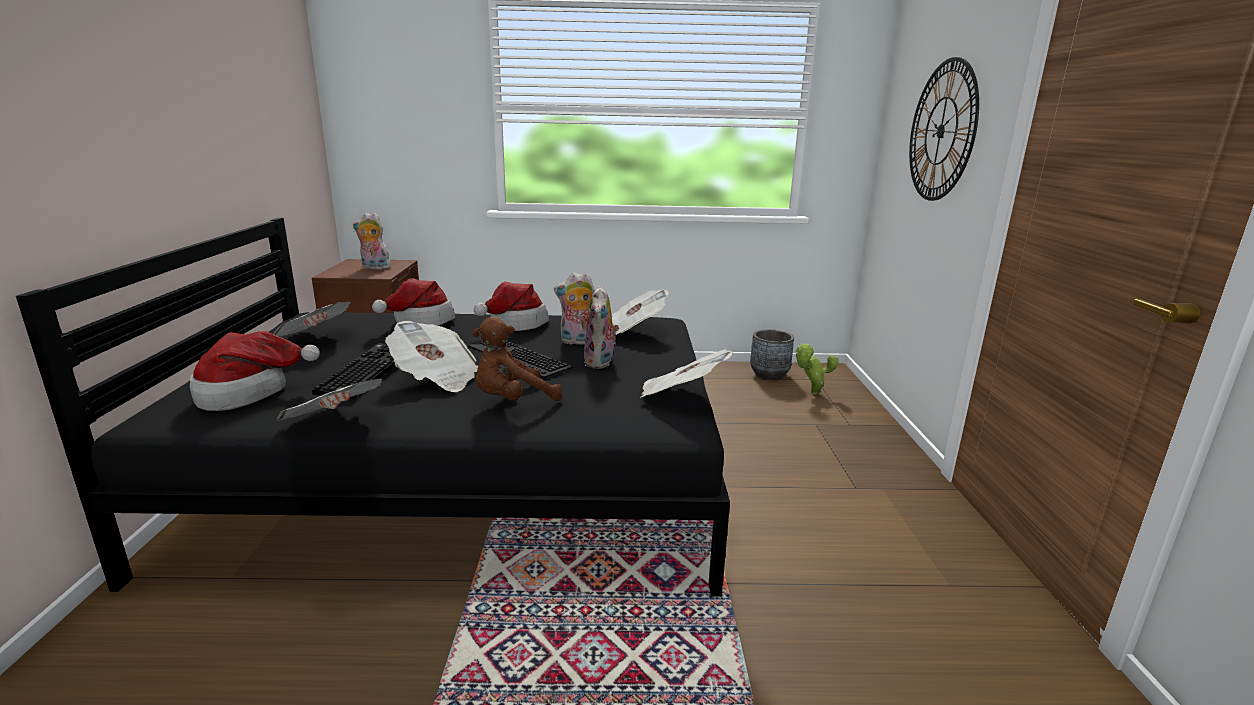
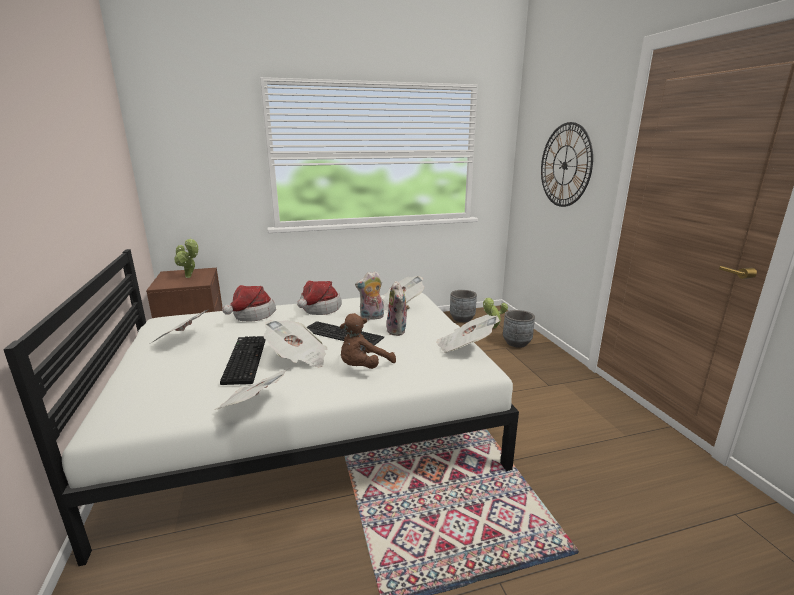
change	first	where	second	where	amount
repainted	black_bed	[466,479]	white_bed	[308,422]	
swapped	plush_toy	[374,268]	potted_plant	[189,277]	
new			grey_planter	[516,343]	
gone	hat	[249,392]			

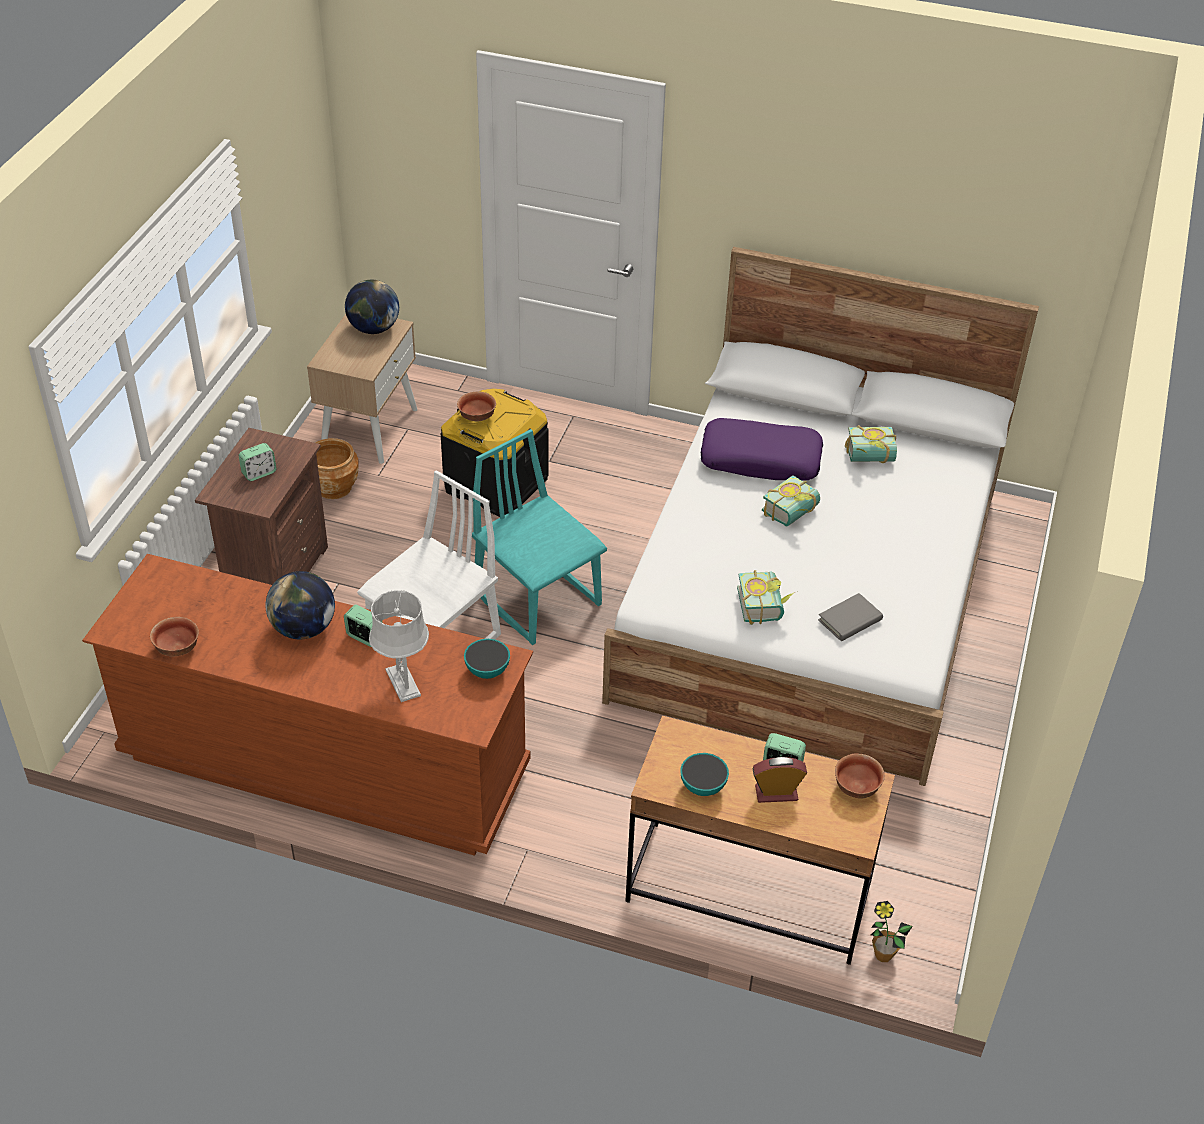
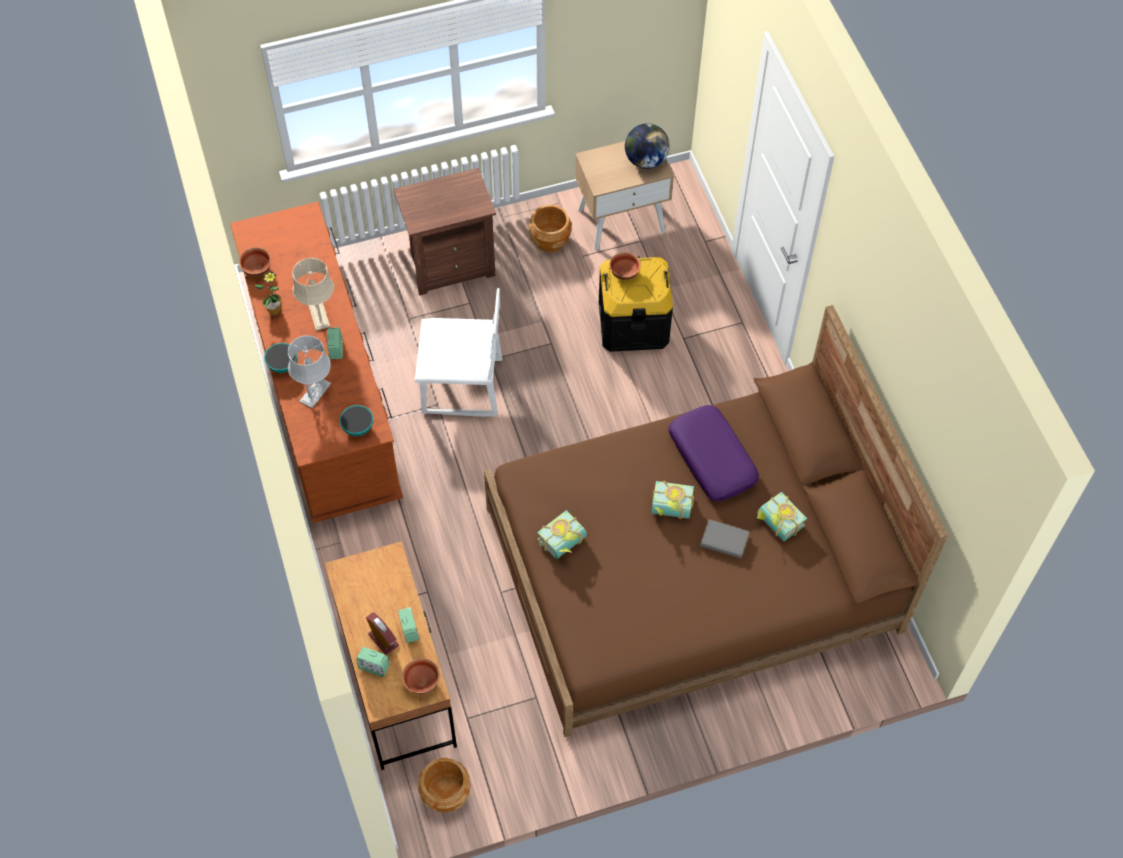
change	first	where	second	where	amount
shifted	potted_plant	[883,955]		[274,310]	
shifted	bowl	[703,786]		[282,365]	
swapped	globe	[304,628]	beige_table_lamp	[319,316]	
shifted	alarm_clock	[259,473]		[374,667]	
new			brown_planter	[445,793]	
repainted	white_bed	[811,592]	brown_bed	[692,570]	
shifted	grey_book	[850,620]		[724,540]	
gone	turquoise_chair	[538,598]			

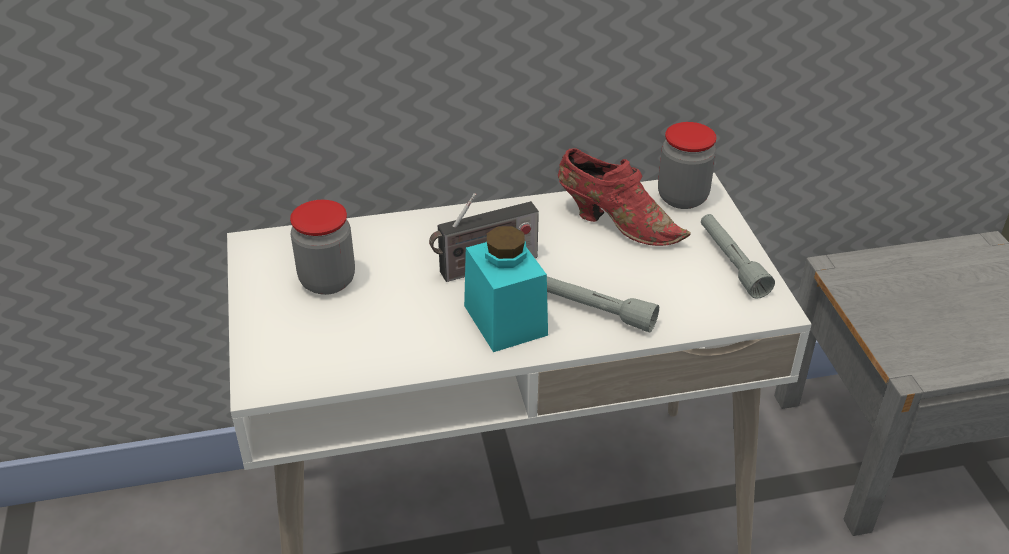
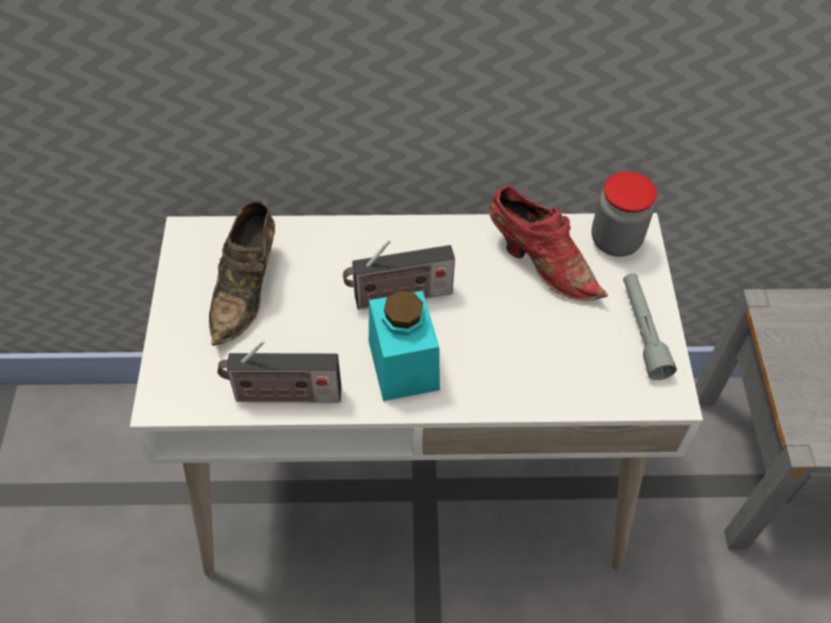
change	first	where	second	where	amount
swapped	jar	[327,281]	brown_shoe	[247,289]	
new			radio	[283,395]	
gone	grey_flashlight	[596,311]			

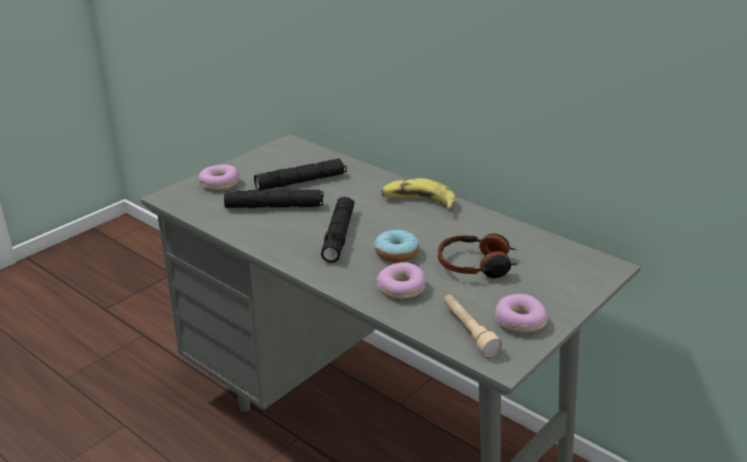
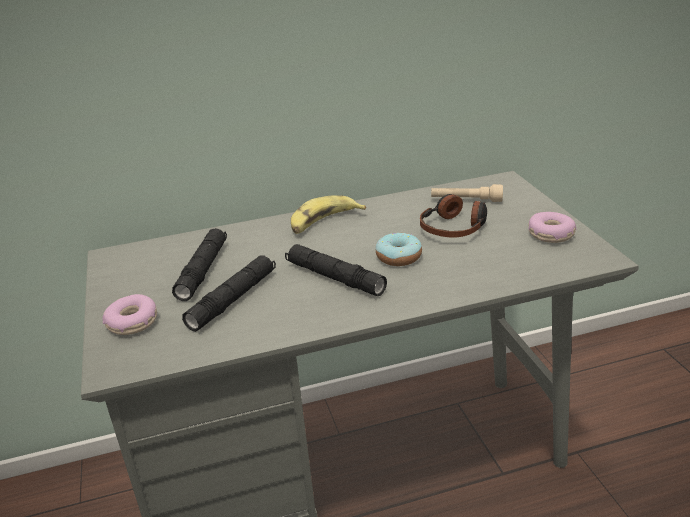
change	first	where	second	where	amount
shifted	beige_flashlight	[468,331]		[466,200]	
gone	donut	[401,288]			

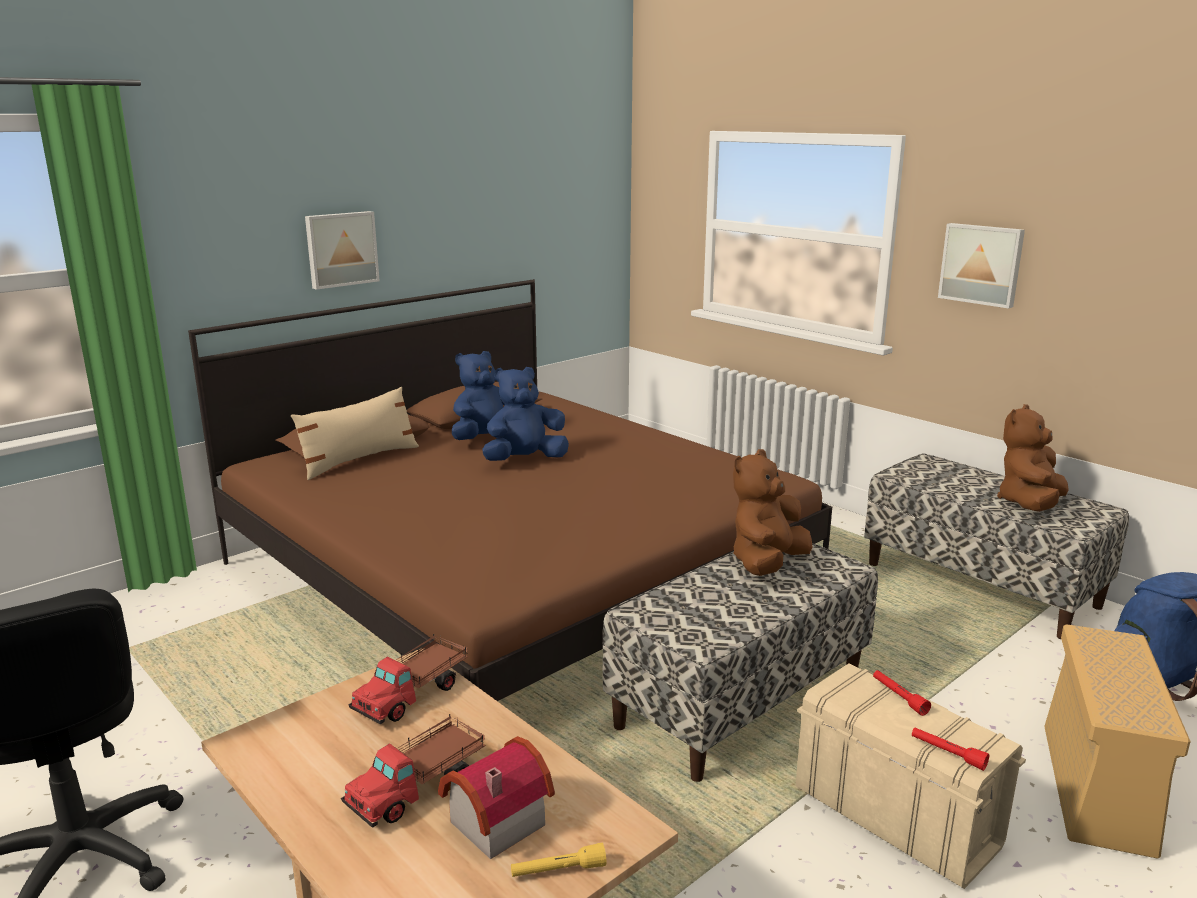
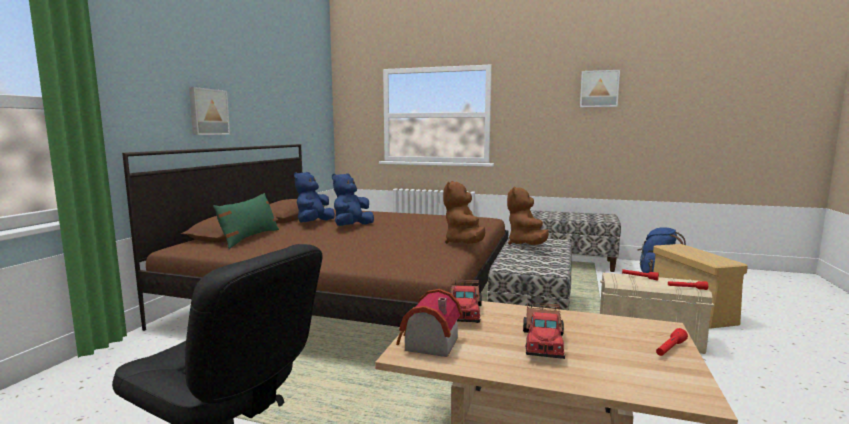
change	first	where	second	where	amount
repainted	beige_pillow	[359,460]	green_pillow	[249,238]	
shifted	toy_house	[492,821]		[427,344]	
shifted	brown_plush_toy	[1029,504]		[465,244]	
shifted	picture	[981,264]		[599,89]	
repainted	yellow_flashlight	[558,871]	red_flashlight	[670,349]	

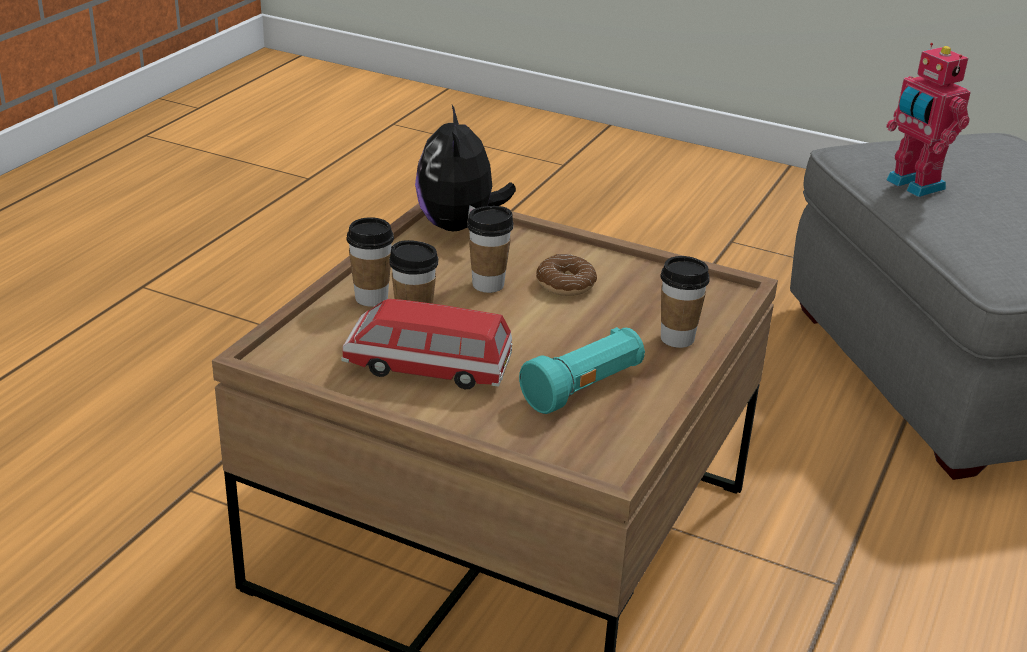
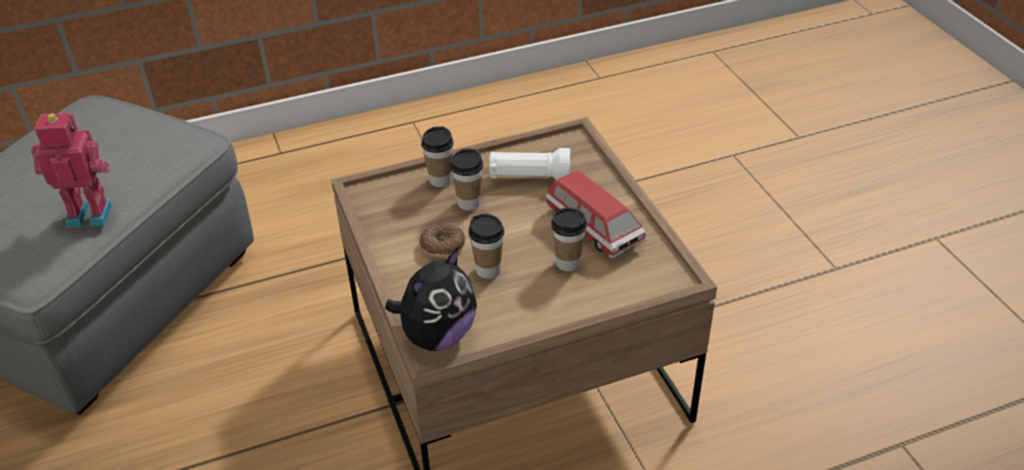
change	first	where	second	where	amount
rotated	toy_robot	[912,185]		[90,213]	105 degrees counterclockwise
shifted	cup	[371,298]		[469,203]	
repainted	turquoise_flashlight	[584,388]	white_flashlight	[529,177]	

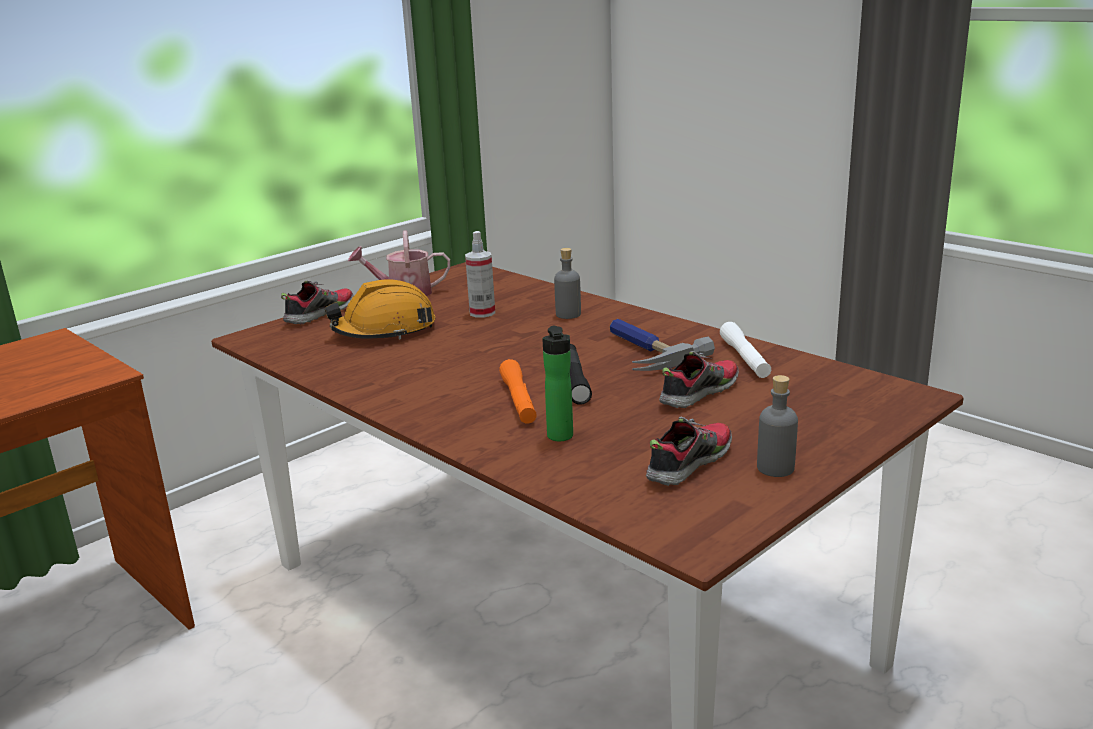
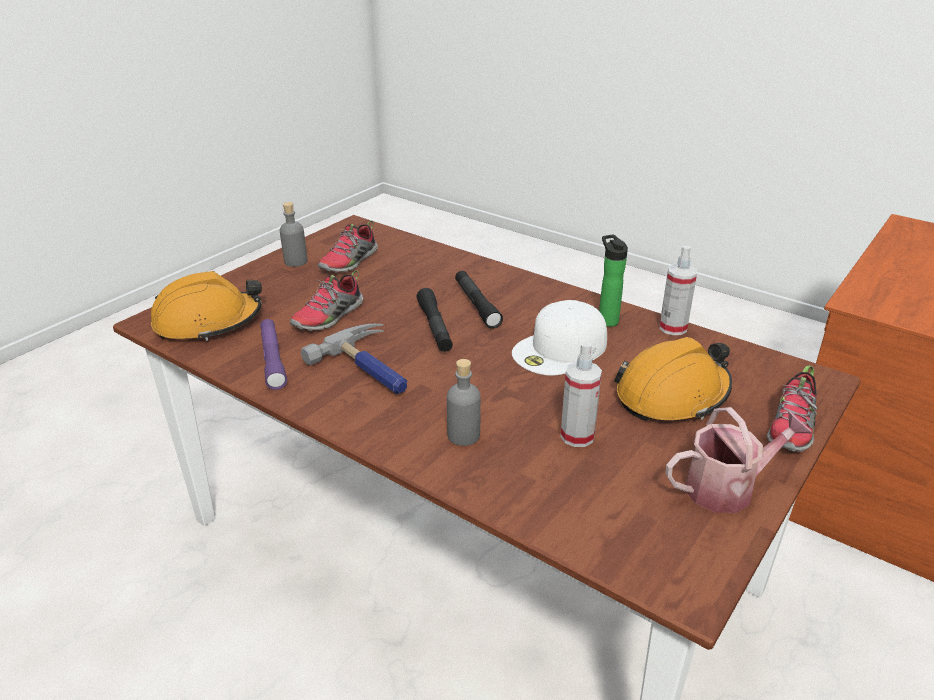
change	first	where	second	where	amount
new			orange_hard_hat	[208,322]	
repainted	white_flashlight	[745,359]	purple_flashlight	[272,360]	
repainted	orange_flashlight	[518,401]	black_flashlight	[476,305]	
new			white_cap	[560,349]	
shifted	bottle	[561,438]		[606,320]	
new			spray_bottle	[673,328]	

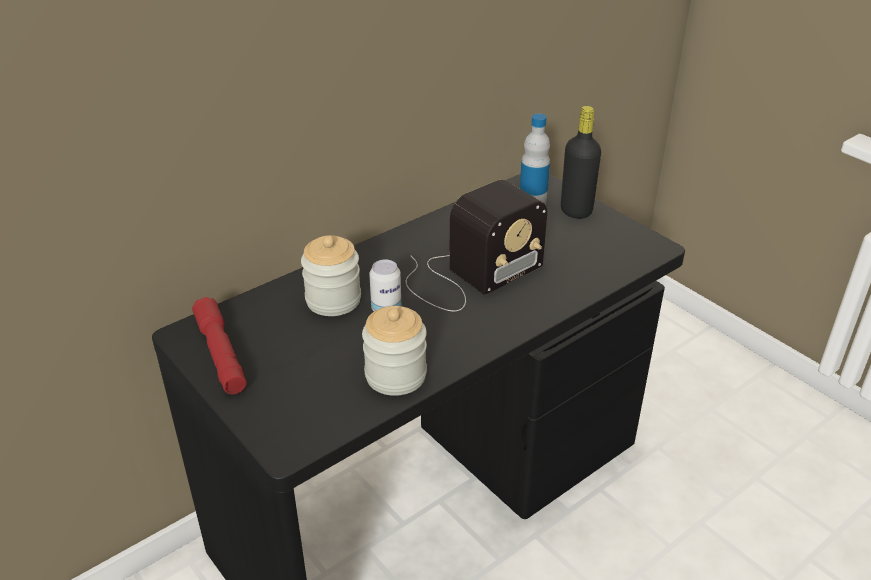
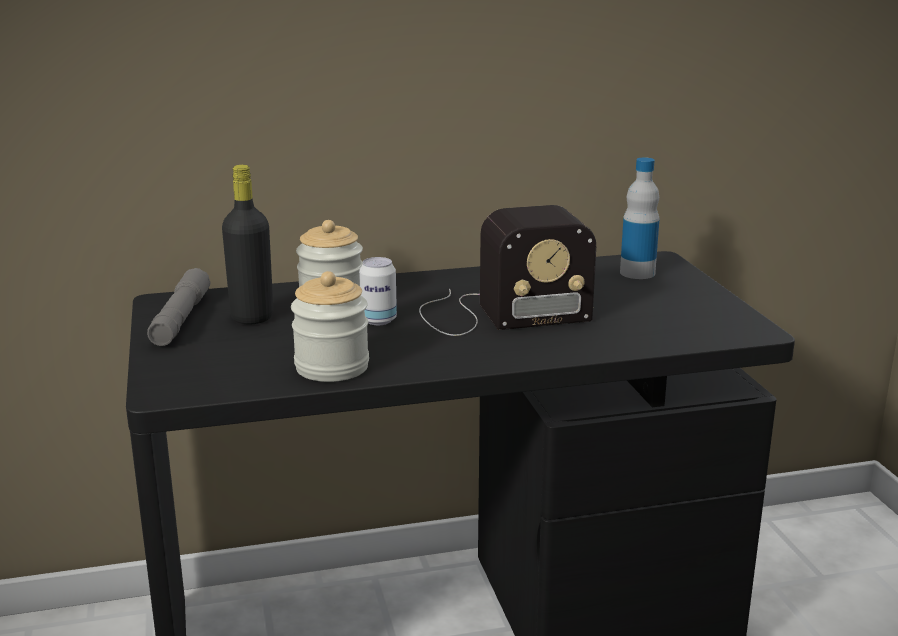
change	first	where	second	where	amount
repainted	red_flashlight	[221,354]	grey_flashlight	[180,319]	
shifted	black_bottle	[576,211]		[252,317]	

